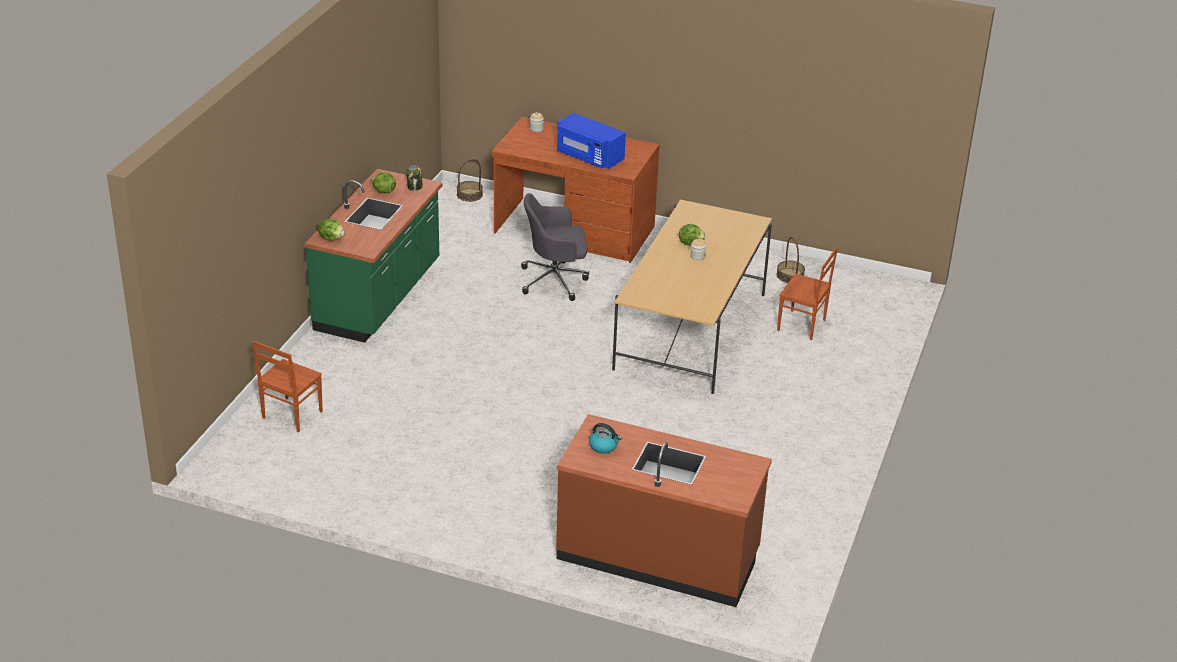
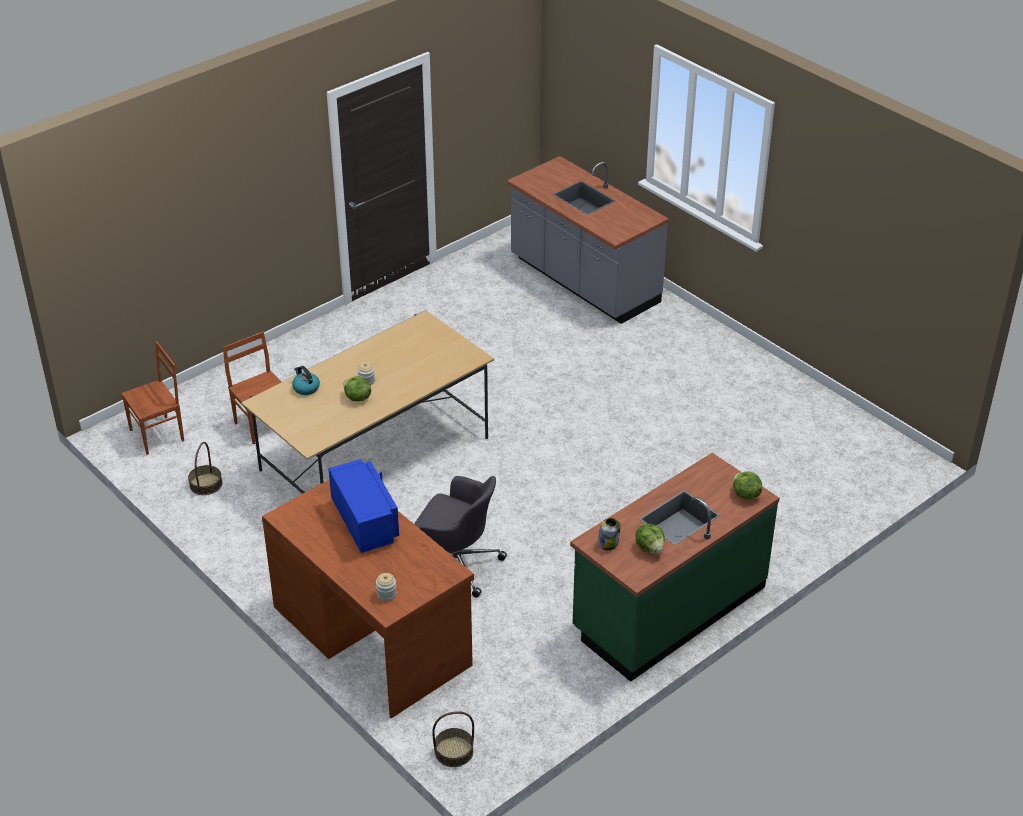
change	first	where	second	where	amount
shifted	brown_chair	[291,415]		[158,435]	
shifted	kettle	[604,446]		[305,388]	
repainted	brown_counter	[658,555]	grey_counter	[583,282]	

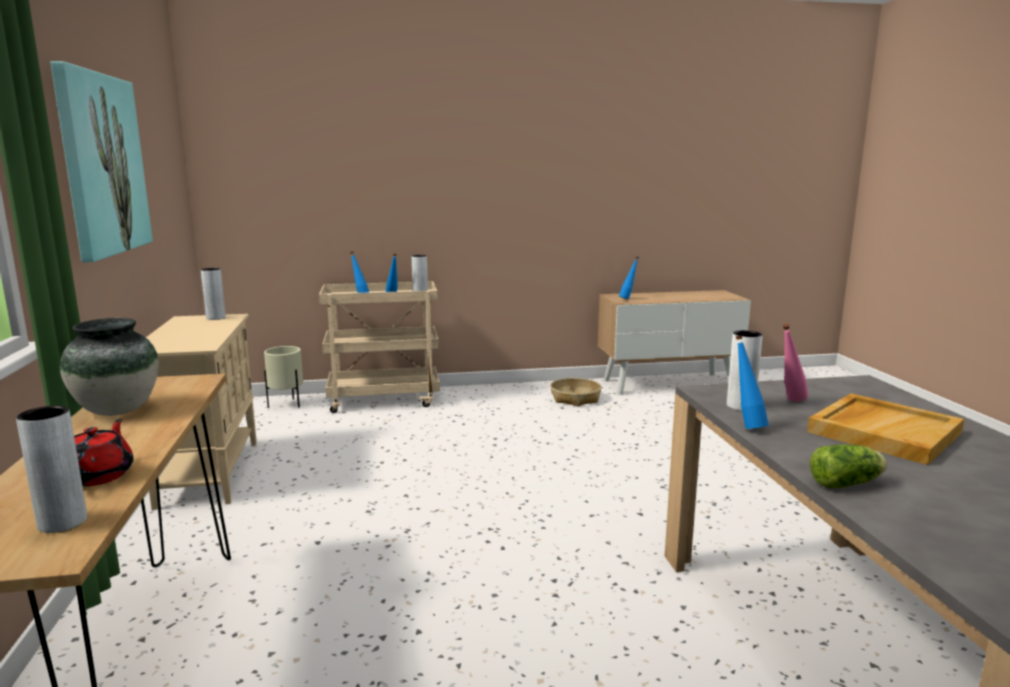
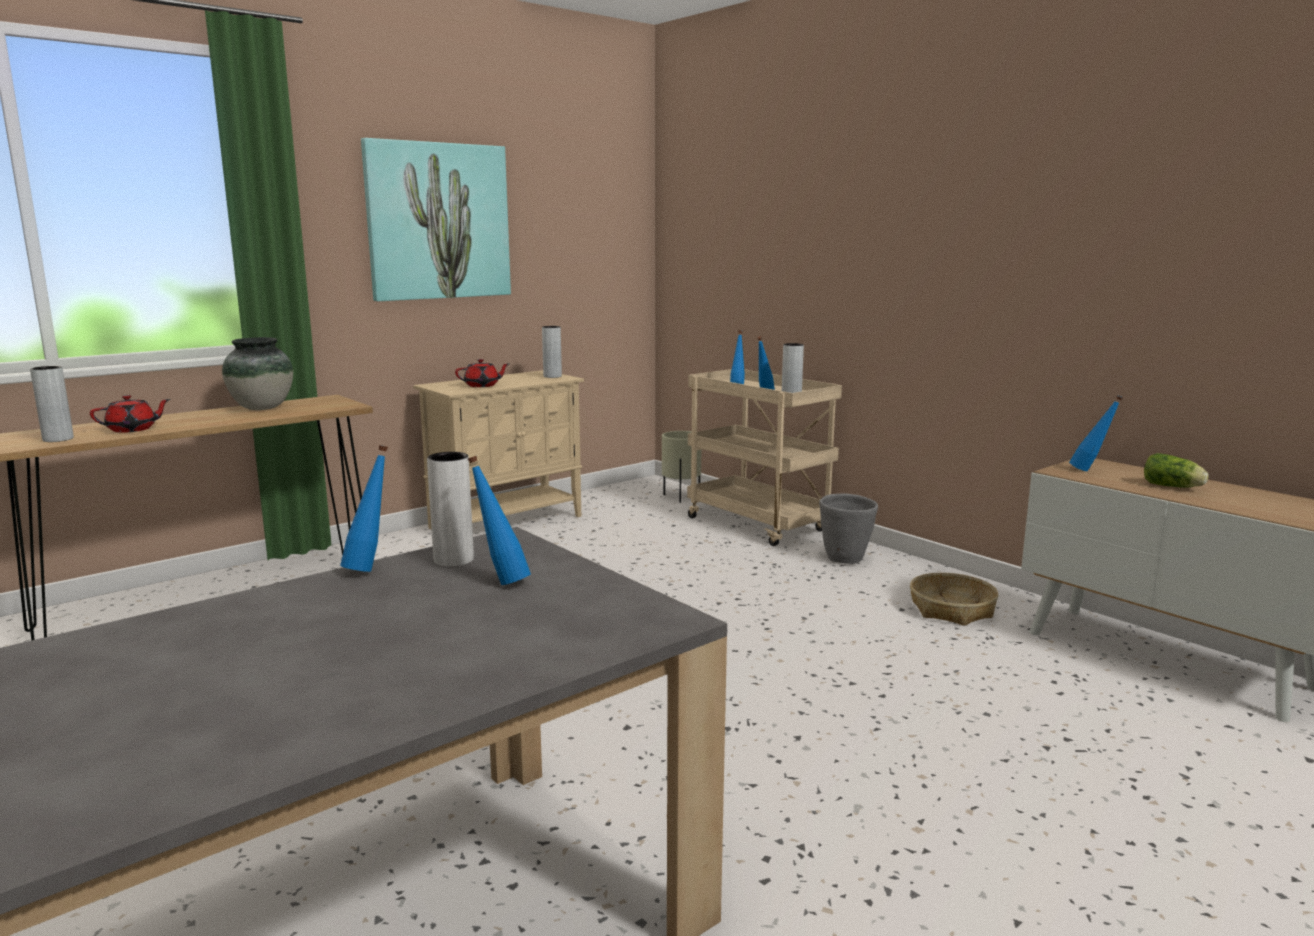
change	first	where	second	where	amount
new			red_teapot	[482,385]	
repainted	pink_bottle	[789,401]	blue_bottle	[501,581]	
new			grey_planter	[845,559]	
shifted	lettuce	[848,483]		[1174,487]	
gone	beige_tray	[883,432]			

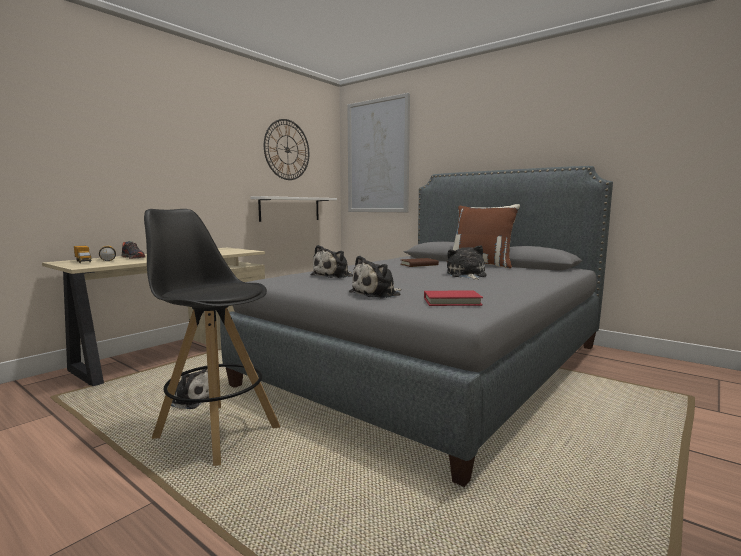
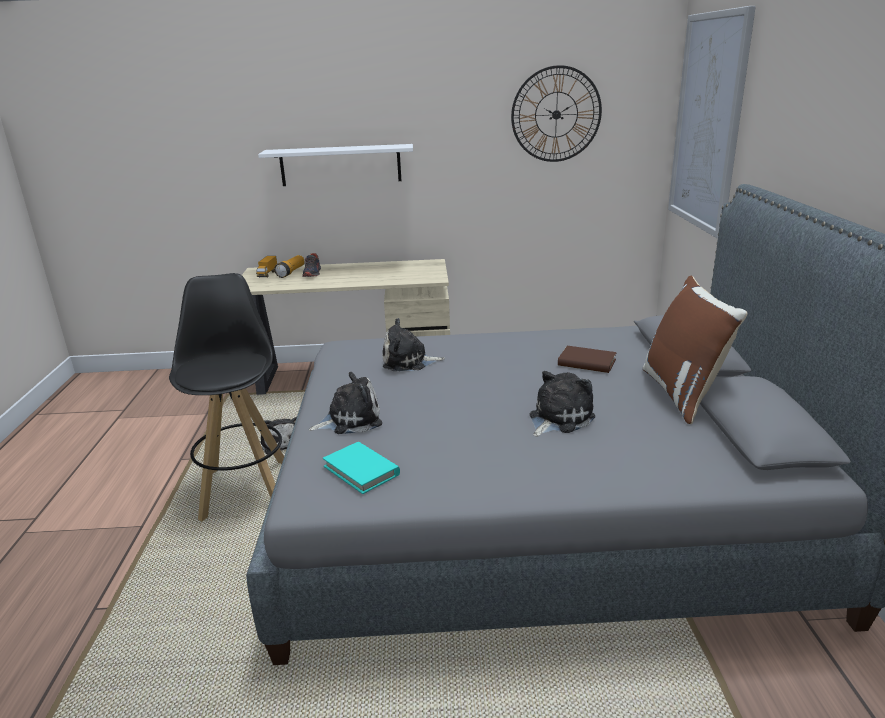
change	first	where	second	where	amount
shifted	white_shelf	[290,209]		[340,165]	
rotated	plush_toy	[377,294]		[350,420]	150 degrees clockwise
repainted	red_book	[452,301]	turquoise_book	[361,470]	

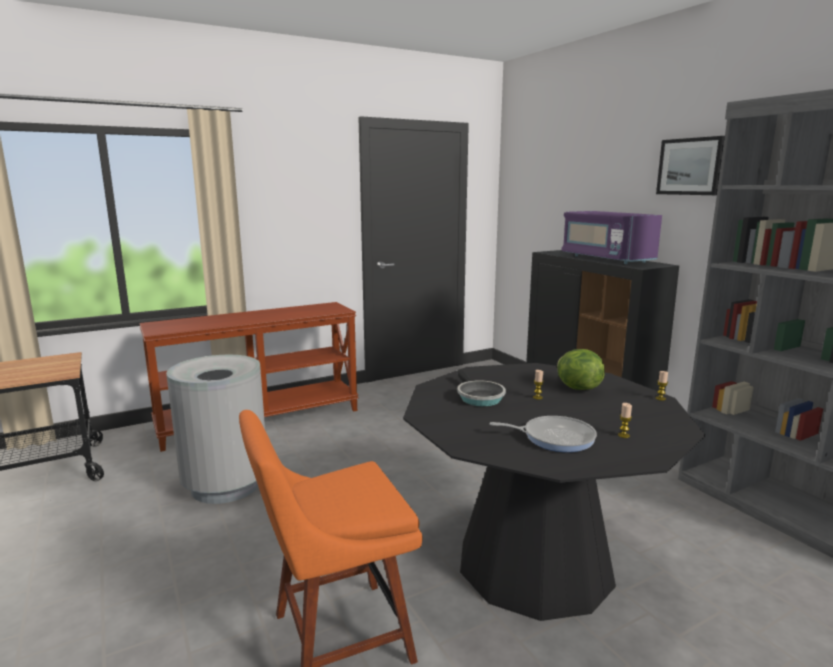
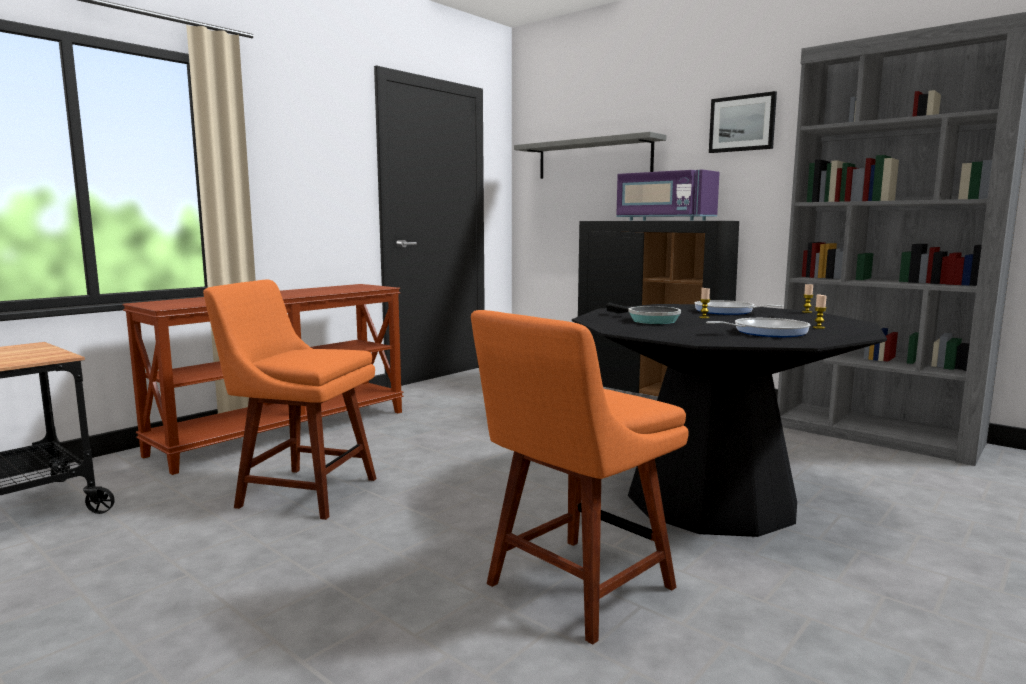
change	first	where	second	where	amount
swapped	grey_trash_can	[226,485]	orange_chair	[302,491]	
new			grey_shelf	[593,158]	
swapped	lettuce	[577,388]	frying_pan	[727,312]	

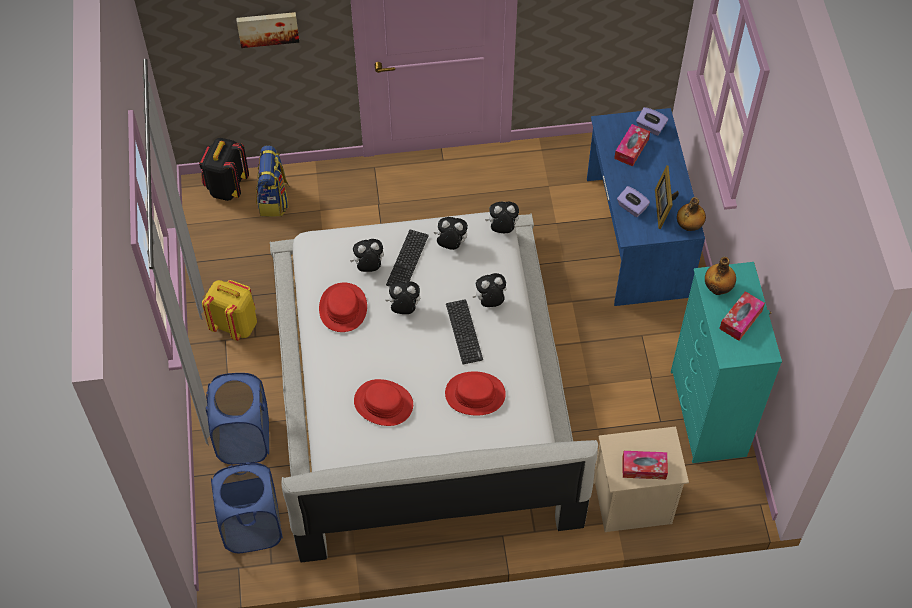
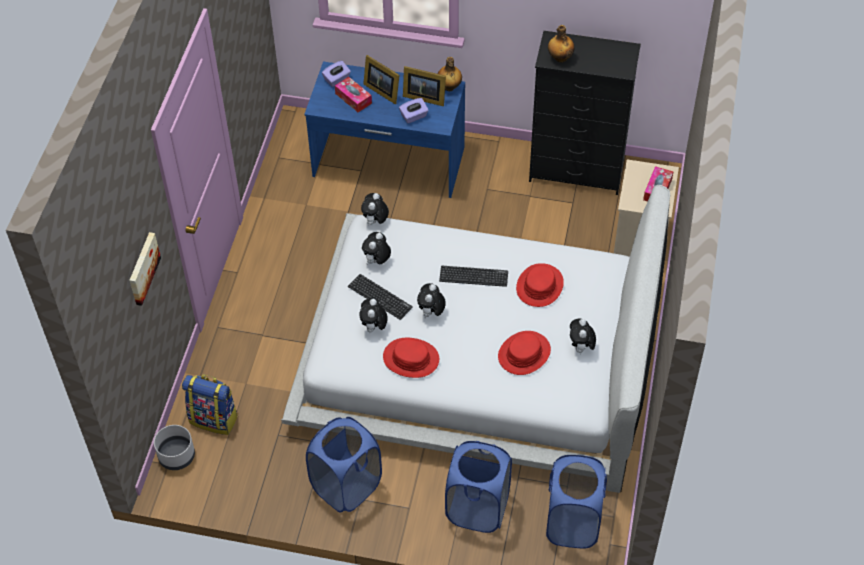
change	first	where	second	where	amount
swapped	black_backpack	[226,187]	grey_planter	[177,456]	
swapped	yellow_backpack	[235,324]	blue_laundry_basket	[346,486]	
new			picture_frame	[382,90]	
repainted	turquoise_dresser	[707,414]	black_dresser	[577,172]	
shifted	plush_toy	[490,301]		[581,348]	
gone	tissue_box	[740,319]			

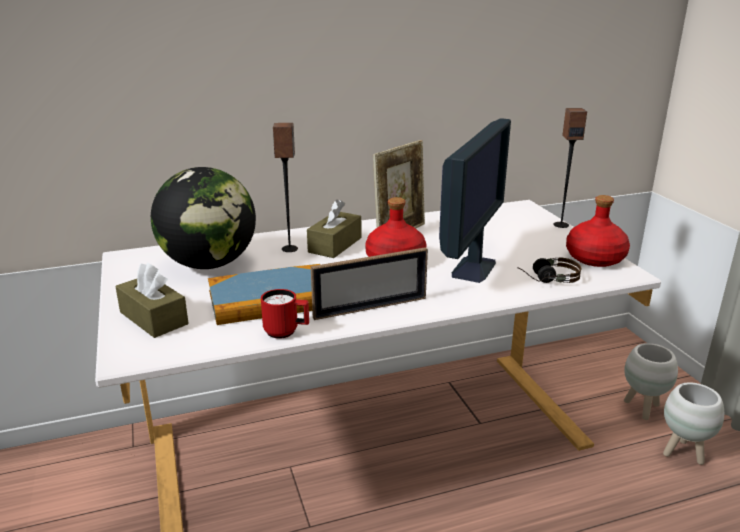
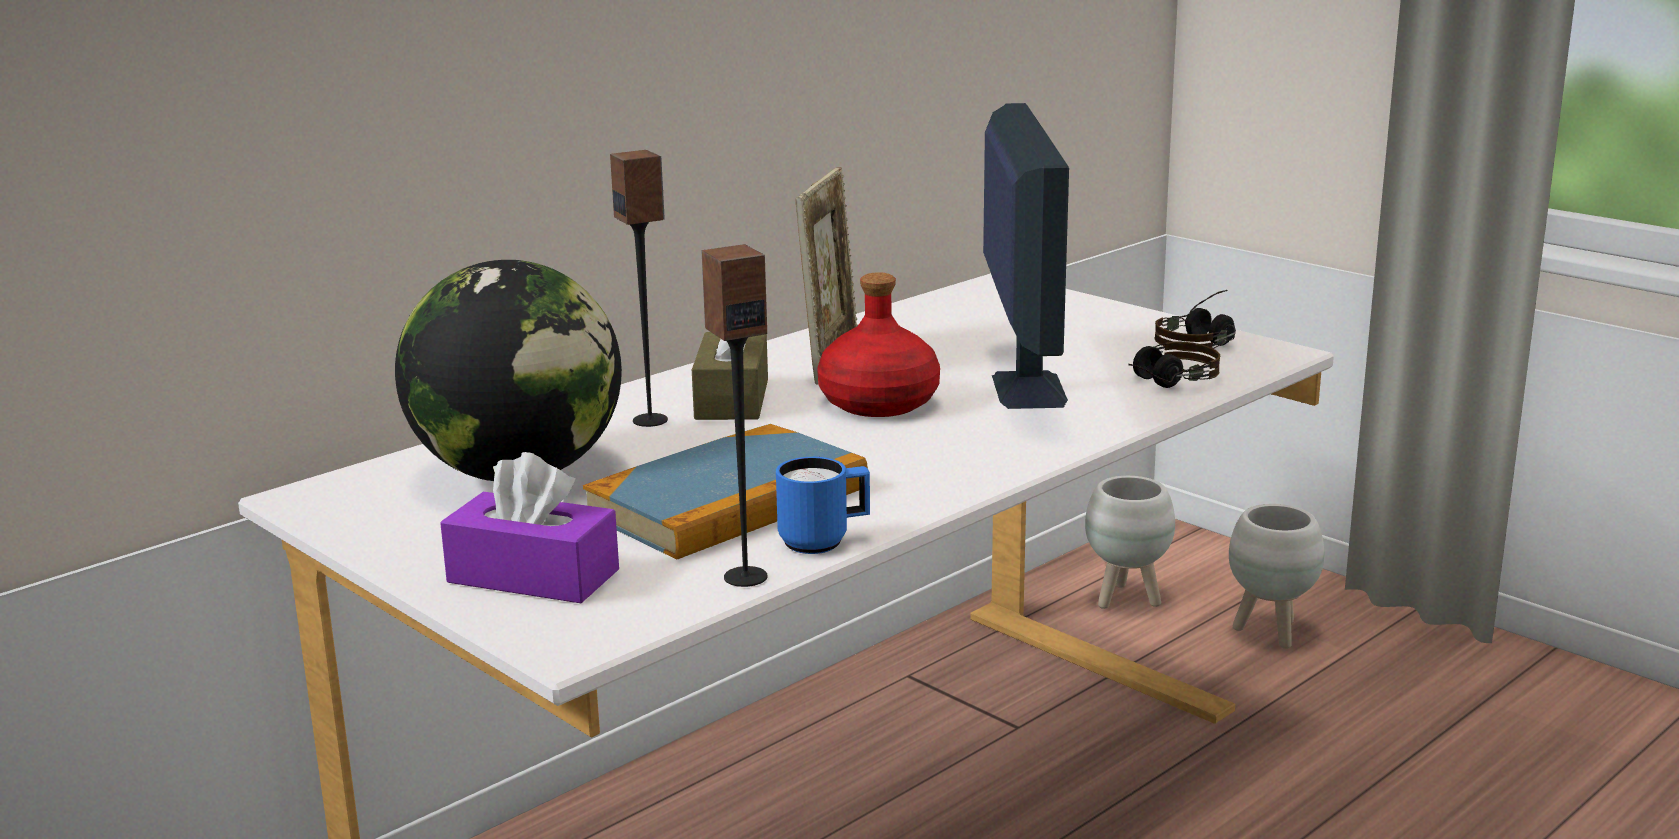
change	first	where	second	where	amount
repainted	brown_tissue_box	[153,318]	purple_tissue_box	[533,576]	
shifted	speaker	[561,225]		[745,577]	
repainted	red_mug	[286,332]	blue_mug	[824,541]	
shifted	white_planter	[683,453]		[1127,599]	
swapped	red_bottle	[594,258]	headphones	[1203,340]	
gone	picture_frame	[370,308]			

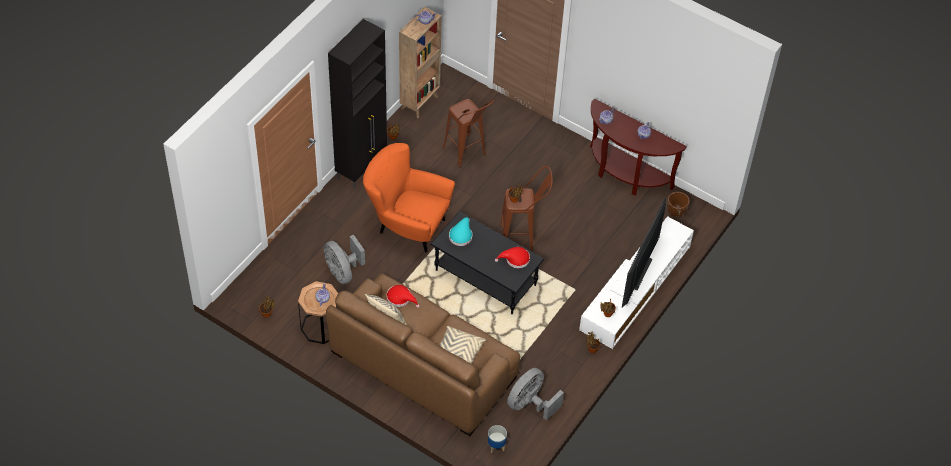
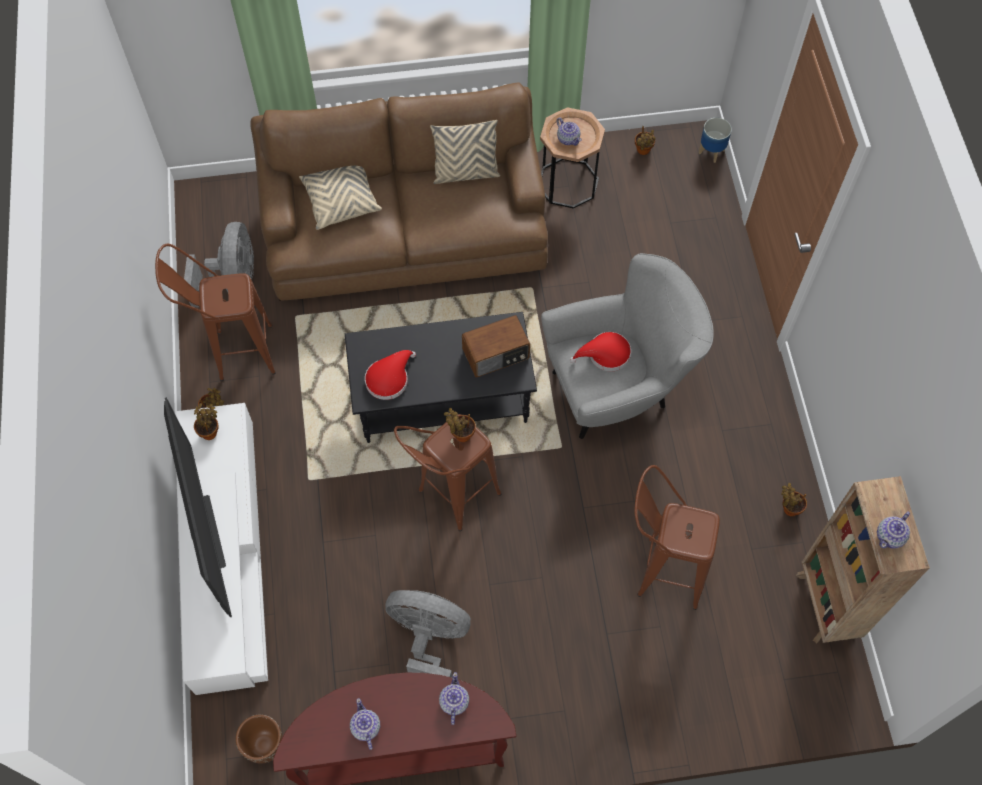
change	first	where	second	where	amount
new			brown_stool	[234,354]	
shifted	grey_fan	[343,272]		[429,638]	
swapped	turquoise_hat	[461,235]	radio	[496,355]	
repainted	orange_armchair	[407,225]	grey_armchair	[618,389]	
shifted	red_hat	[401,298]		[605,355]	
shifted	planter	[496,446]		[712,151]	
gone	black_cabinet	[362,166]			

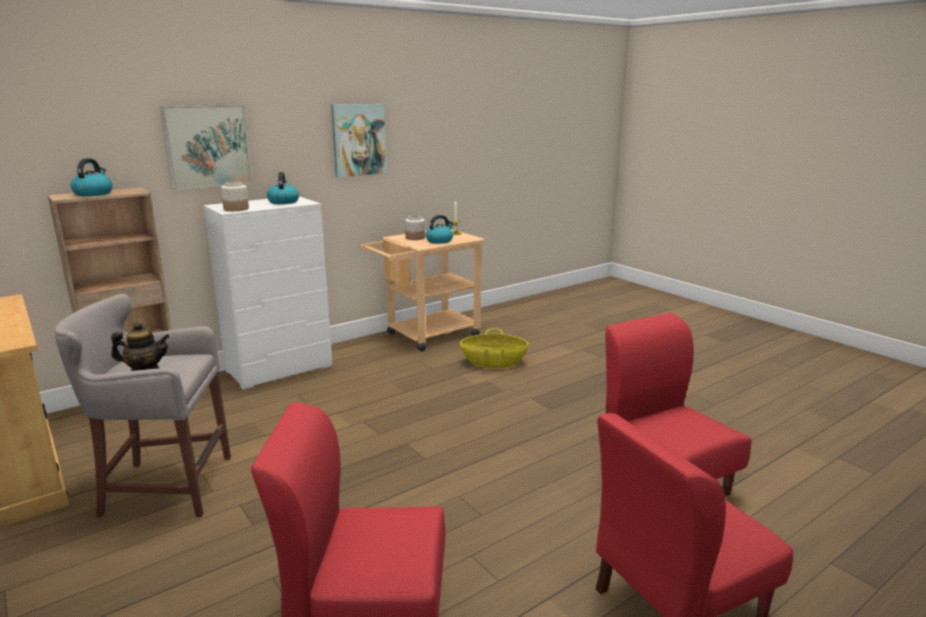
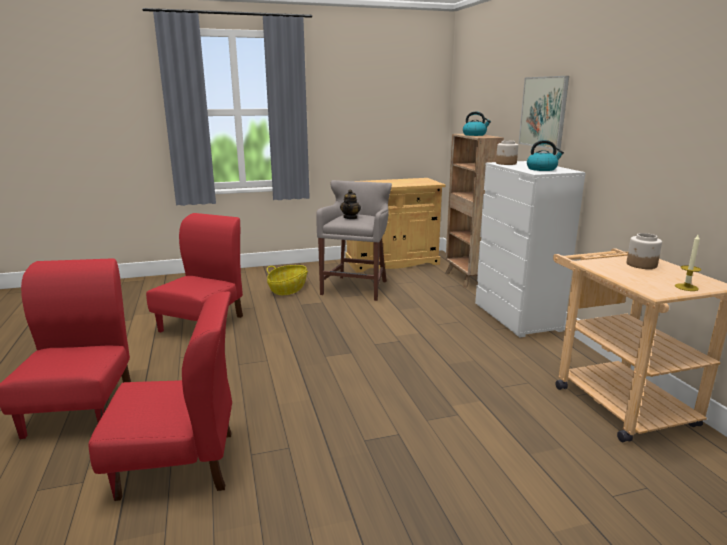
change	first	where	second	where	amount
shifted	basket	[493,362]		[288,289]	
gone	picture	[358,140]			
gone	kettle	[439,241]			

